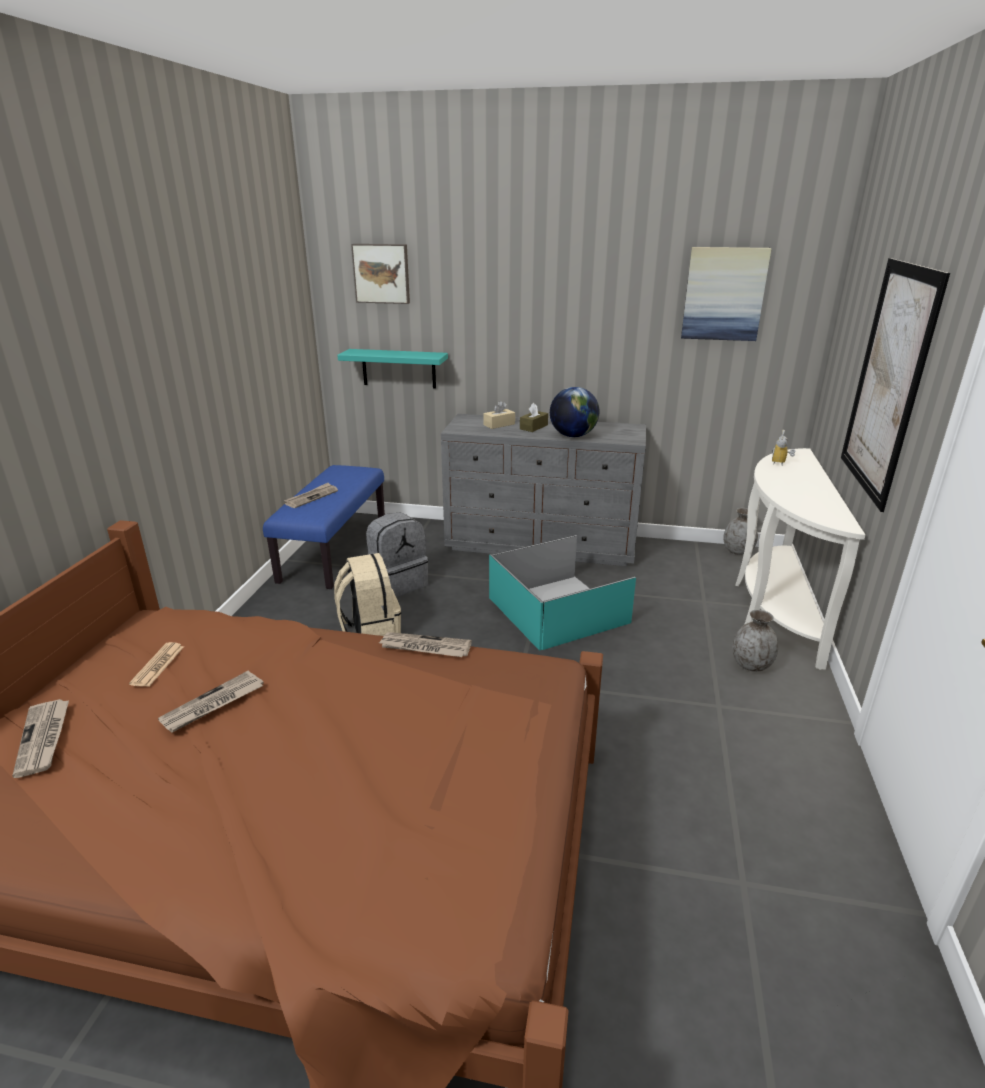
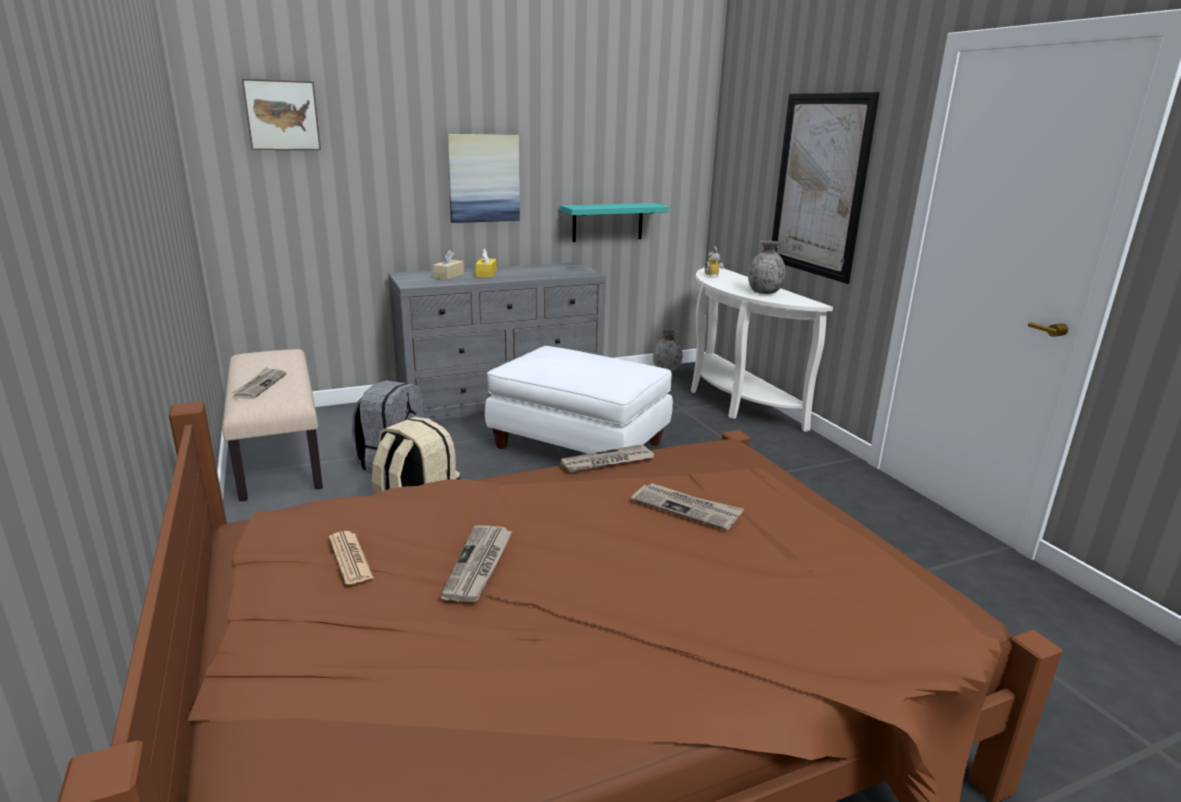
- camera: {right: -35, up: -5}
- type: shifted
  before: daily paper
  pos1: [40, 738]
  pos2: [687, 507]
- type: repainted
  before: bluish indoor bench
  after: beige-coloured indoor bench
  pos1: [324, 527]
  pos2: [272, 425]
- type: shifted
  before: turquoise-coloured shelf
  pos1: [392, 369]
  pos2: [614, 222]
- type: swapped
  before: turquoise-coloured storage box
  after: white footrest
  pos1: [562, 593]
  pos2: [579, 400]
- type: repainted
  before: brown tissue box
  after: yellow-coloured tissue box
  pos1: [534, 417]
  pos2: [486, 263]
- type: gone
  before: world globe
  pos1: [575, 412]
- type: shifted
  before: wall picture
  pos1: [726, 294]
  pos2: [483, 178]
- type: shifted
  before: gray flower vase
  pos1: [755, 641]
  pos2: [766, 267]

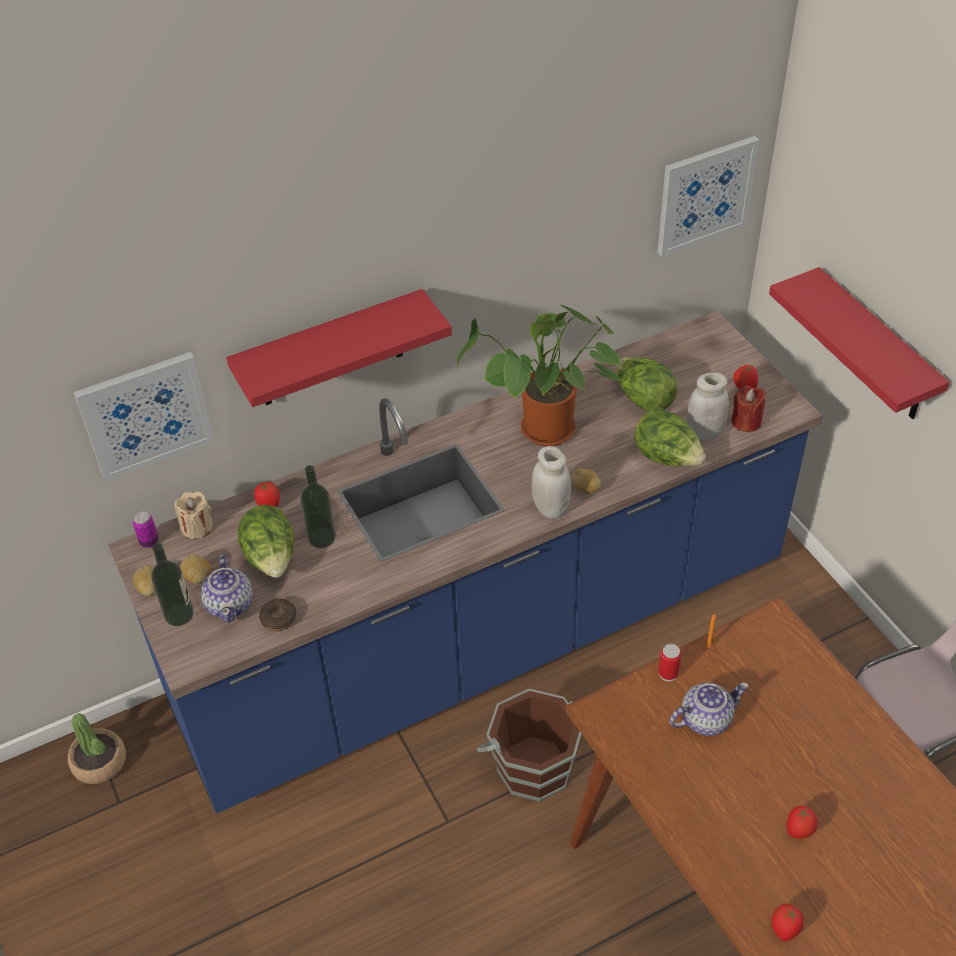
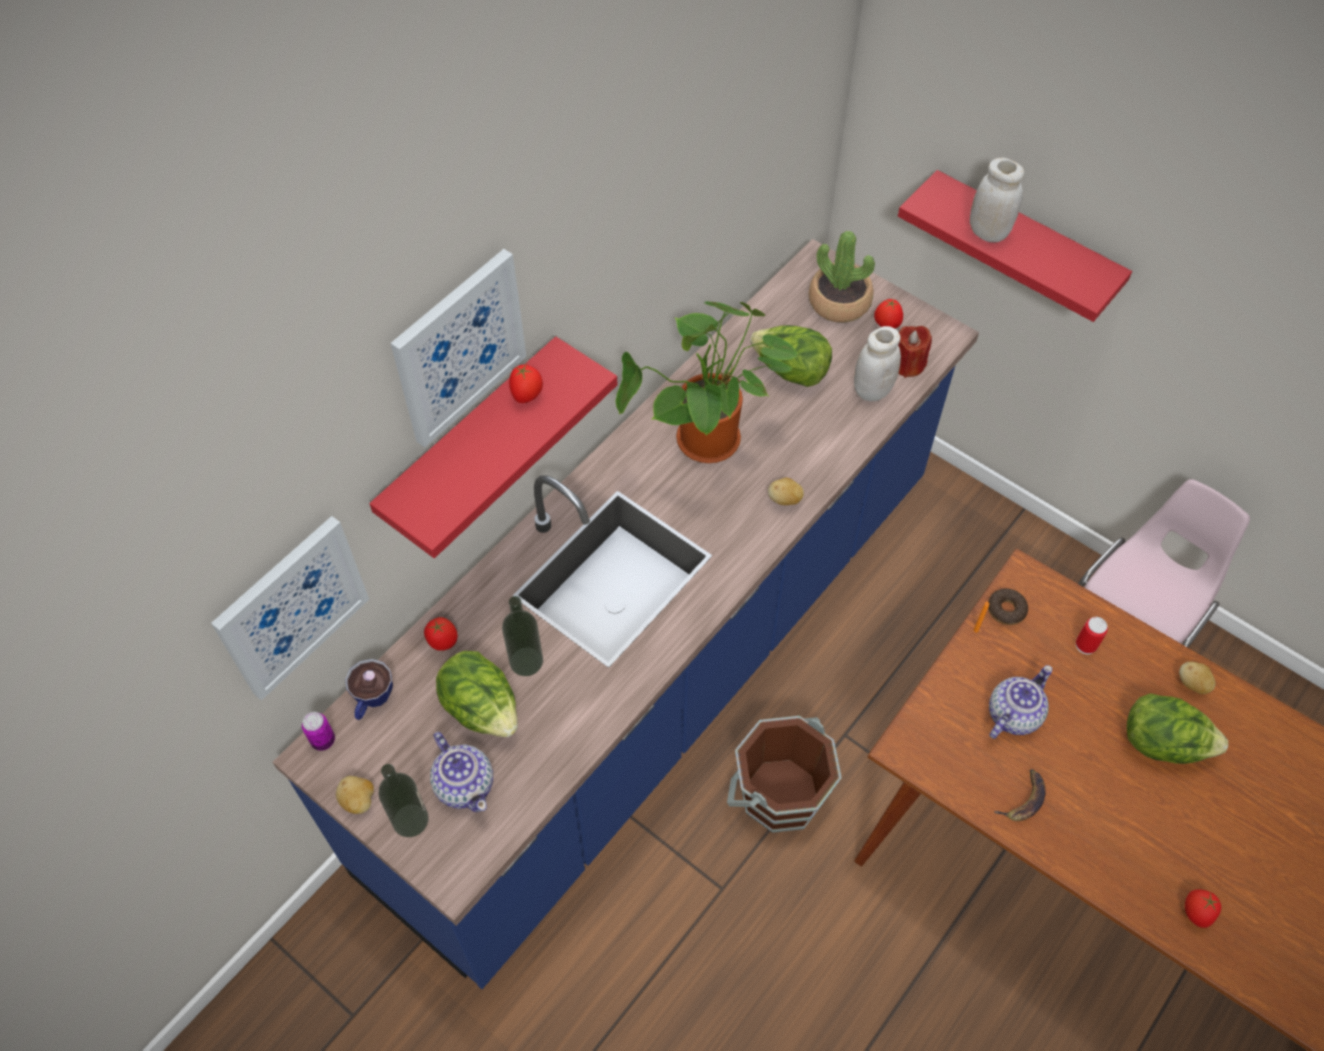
- camera: {right: -25, up: 10}
- type: shifted
  before: potted plant
  pos1: [97, 748]
  pos2: [842, 277]
- type: swapped
  before: beige-coloured candle
  after: drinking cup
  pos1: [193, 515]
  pos2: [369, 689]
- type: shifted
  before: whole potato
  pos1: [195, 569]
  pos2: [1197, 677]
- type: shifted
  before: donut
  pos1: [278, 615]
  pos2: [1008, 607]
- type: shifted
  before: white preserve jar
  pos1: [551, 482]
  pos2: [997, 200]
- type: shifted
  before: lettuce head
  pos1: [670, 437]
  pos2: [1177, 728]
- type: shifted
  before: wall picture
  pos1: [708, 196]
  pos2: [458, 348]
- type: shifted
  before: sealed can
  pos1: [669, 662]
  pos2: [1092, 635]
- type: shifted
  before: tomato
  pos1: [802, 822]
  pos2: [526, 384]
- type: new
  after: banana fruit
  pos2: [1020, 795]

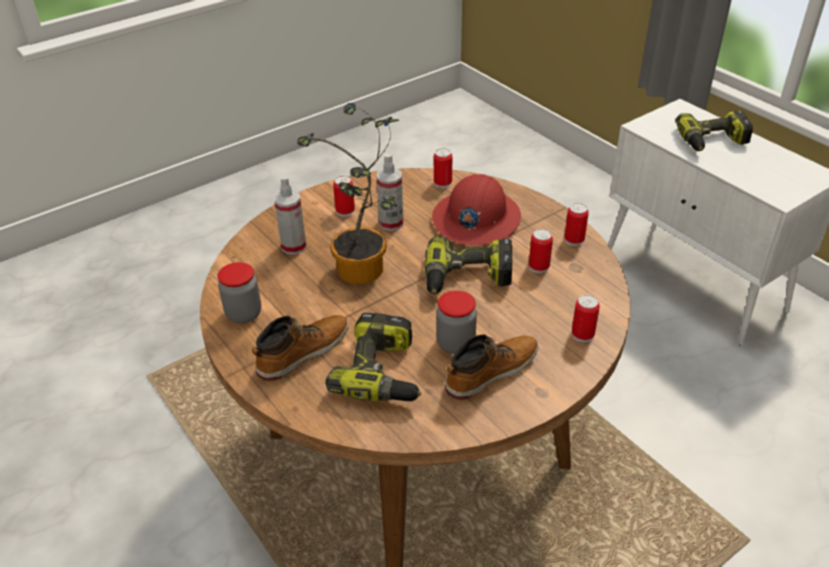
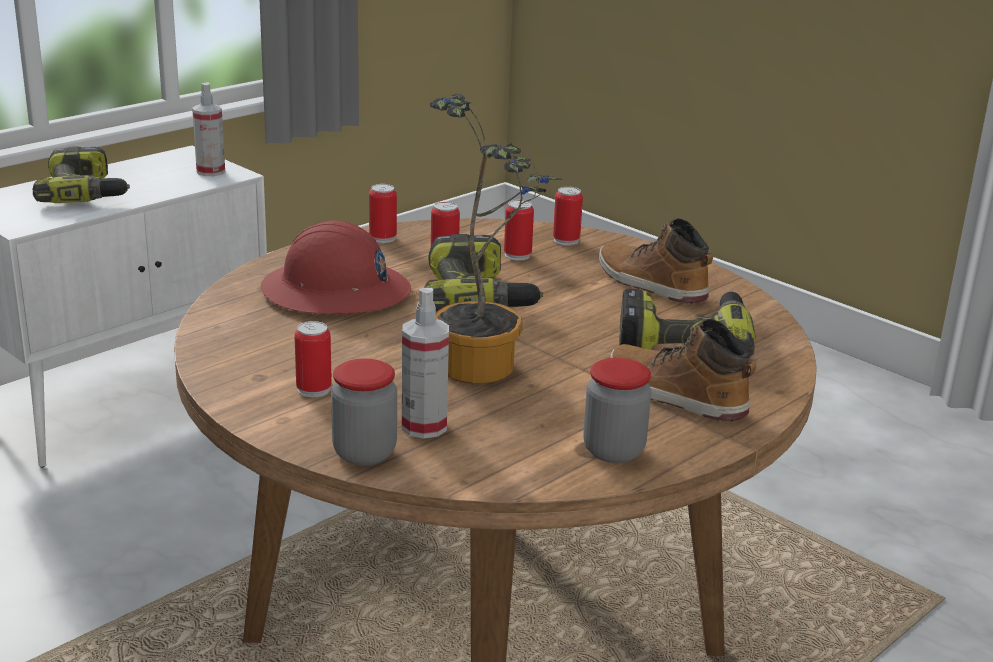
- camera: {right: -100, up: -15}
- type: shifted
  before: hand sprayer
  pos1: [390, 192]
  pos2: [208, 129]
- type: shifted
  before: sealed can
  pos1: [443, 168]
  pos2: [519, 230]
- type: shifted
  before: preserve jar
  pos1: [456, 322]
  pos2: [364, 412]

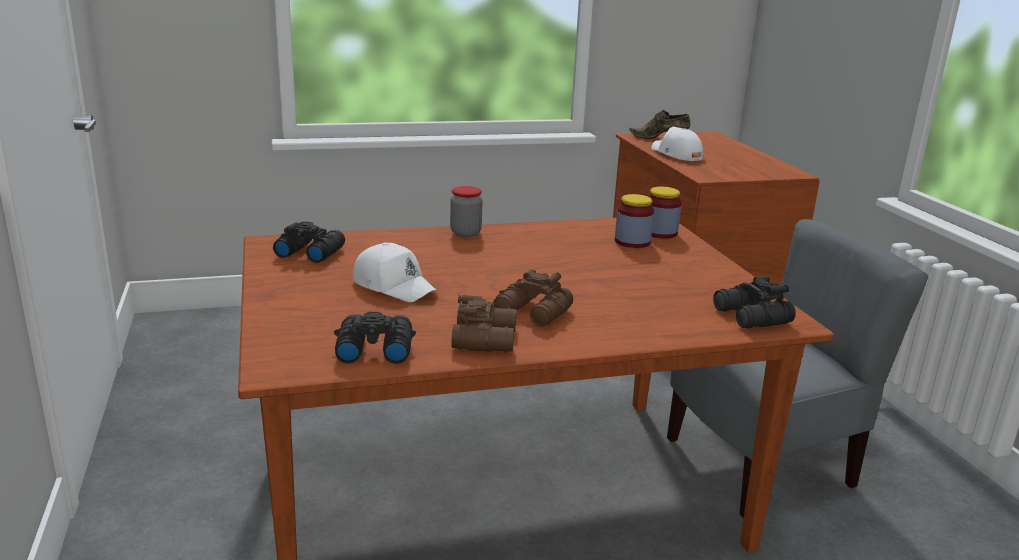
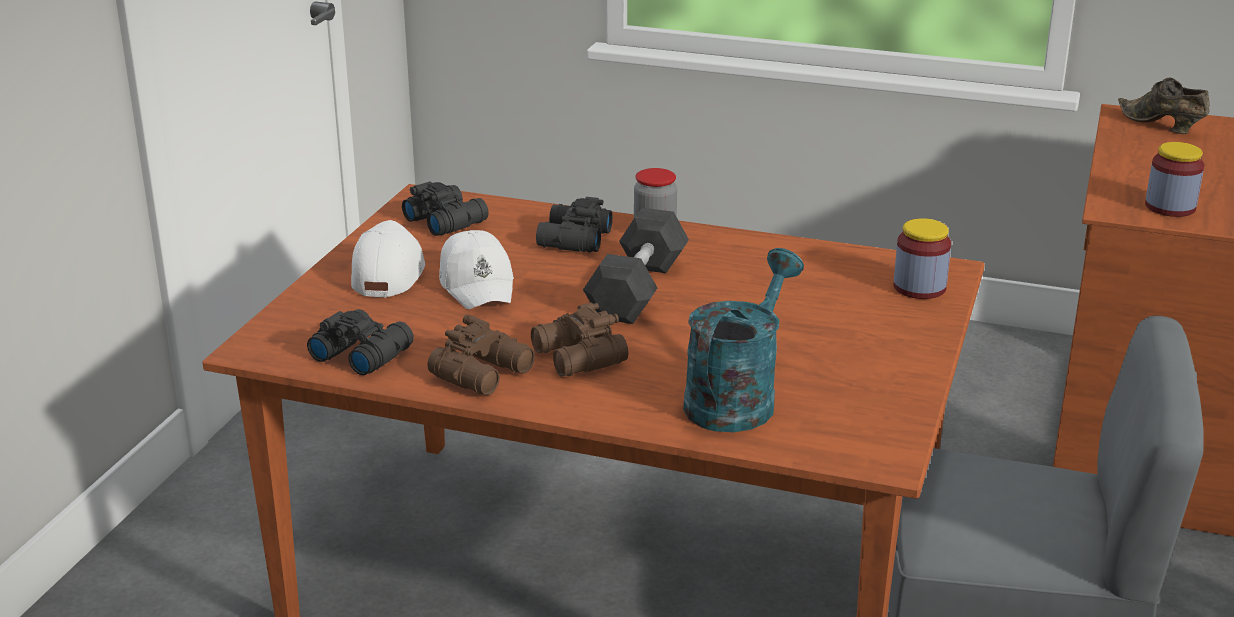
- camera: {right: 35, up: 5}
- type: shifted
  before: preserve jar
  pos1: [634, 221]
  pos2: [1174, 179]
- type: shifted
  before: white cap
  pos1: [677, 144]
  pos2: [388, 259]
- type: shifted
  before: black-coloured field glasses
  pos1: [754, 302]
  pos2: [574, 224]
- type: new
  after: gray free weight
  pos2: [636, 266]
- type: new
  after: turquoise-coloured watering pot
  pos2: [743, 340]

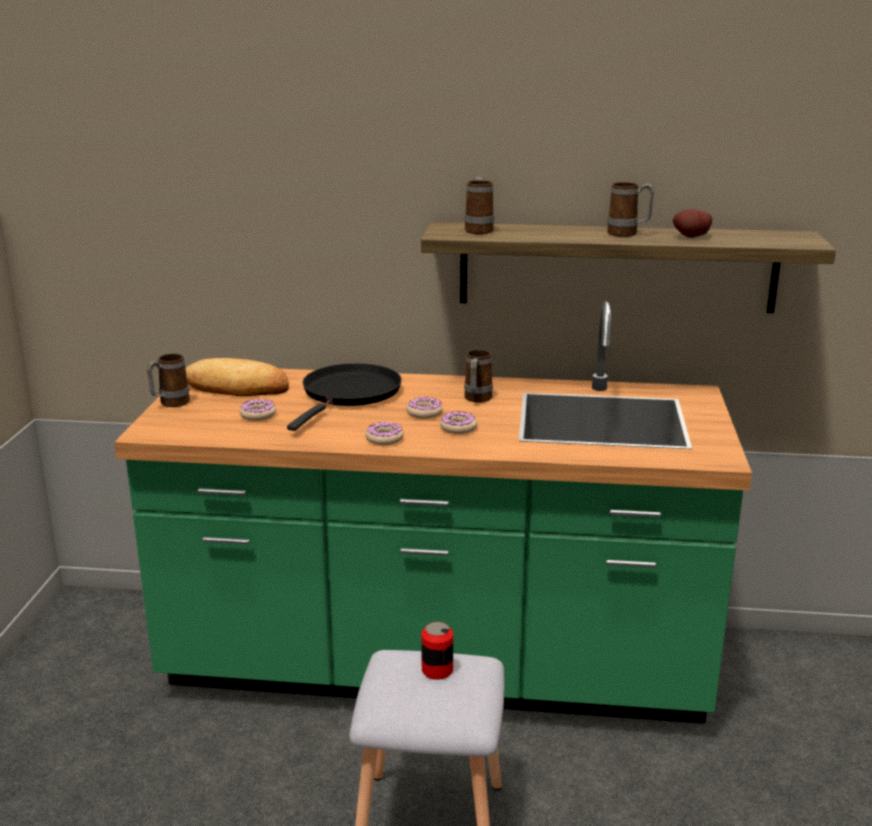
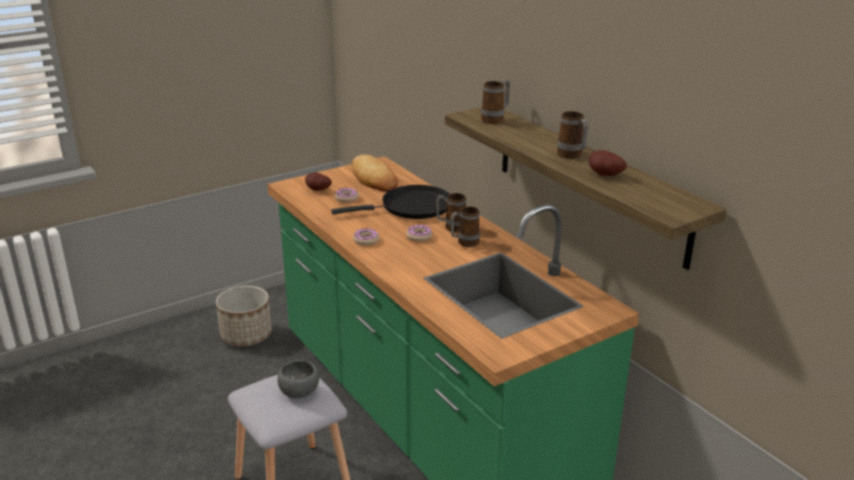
- camera: {right: 50, up: 5}
- type: shifted
  before: tea mug
  pos1: [168, 380]
  pos2: [451, 213]
- type: swapped
  before: sealed can
  after: gray bowl
  pos1: [437, 651]
  pos2: [298, 379]
- type: gone
  before: donut
  pos1: [458, 422]
- type: new
  after: planter
  pos2: [244, 316]
- type: new
  after: whole potato
  pos2: [318, 181]

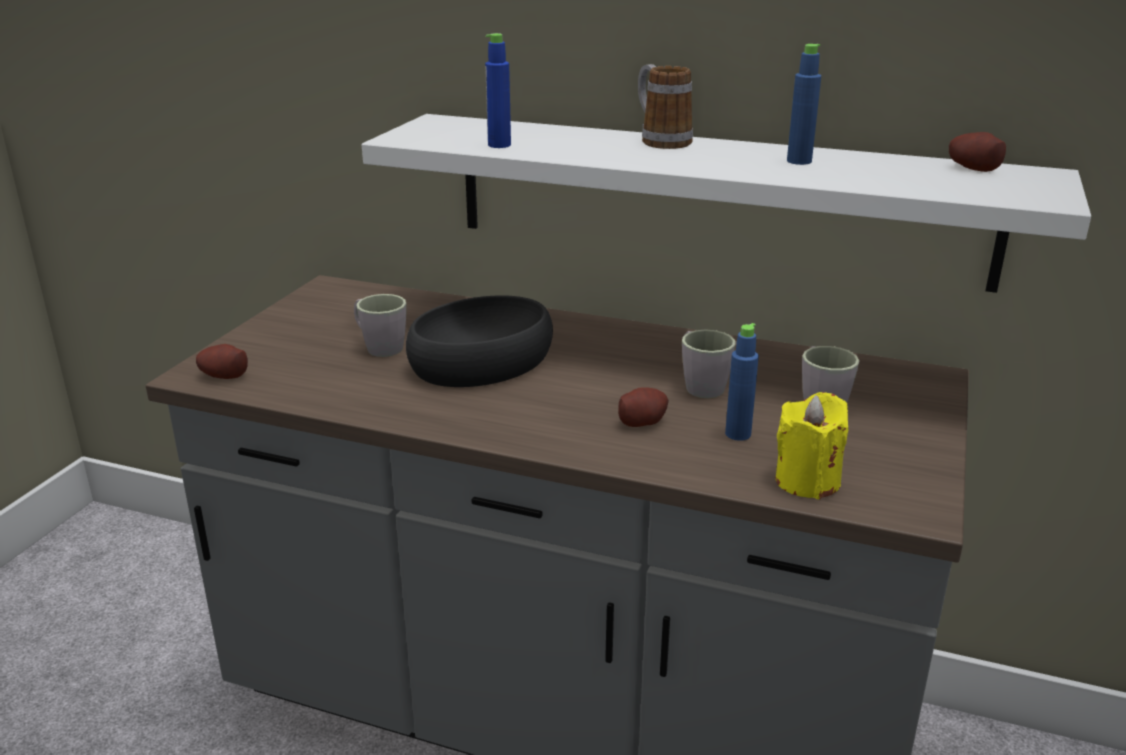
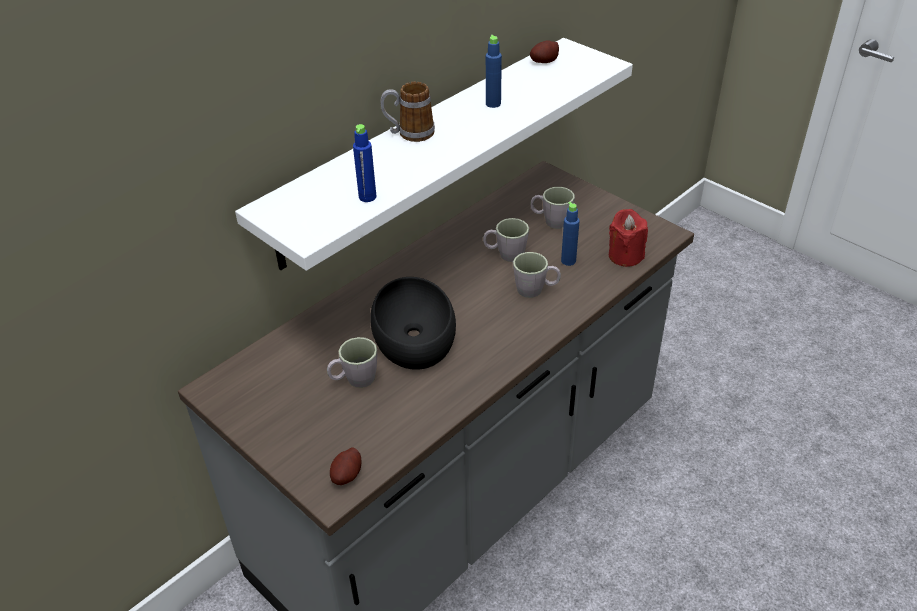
- camera: {right: -65, up: 15}
- type: swapped
  before: whole potato
  after: gray tea mug
  pos1: [643, 407]
  pos2: [537, 275]
- type: repainted
  before: yellow-coloured candle
  after: red candle
  pos1: [812, 445]
  pos2: [628, 238]

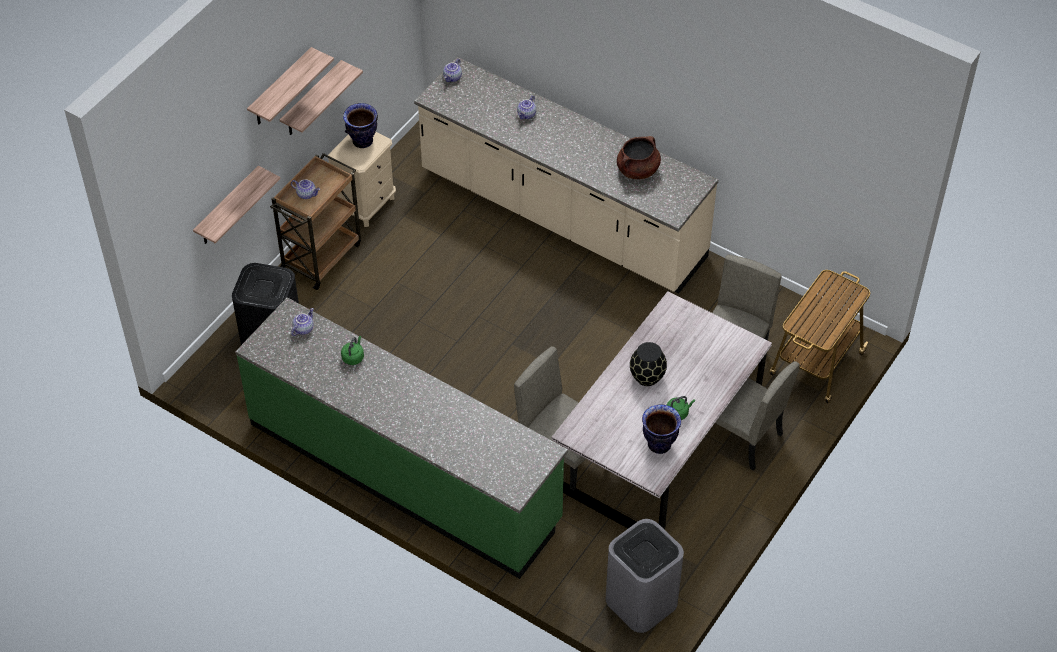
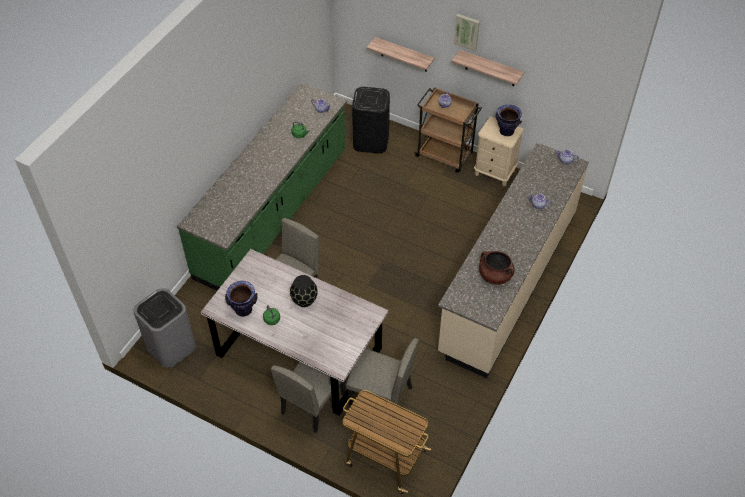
- camera: {right: 85, up: 0}
- type: swapped
  before: shelf
  after: wall picture
  pos1: [290, 85]
  pos2: [467, 32]

